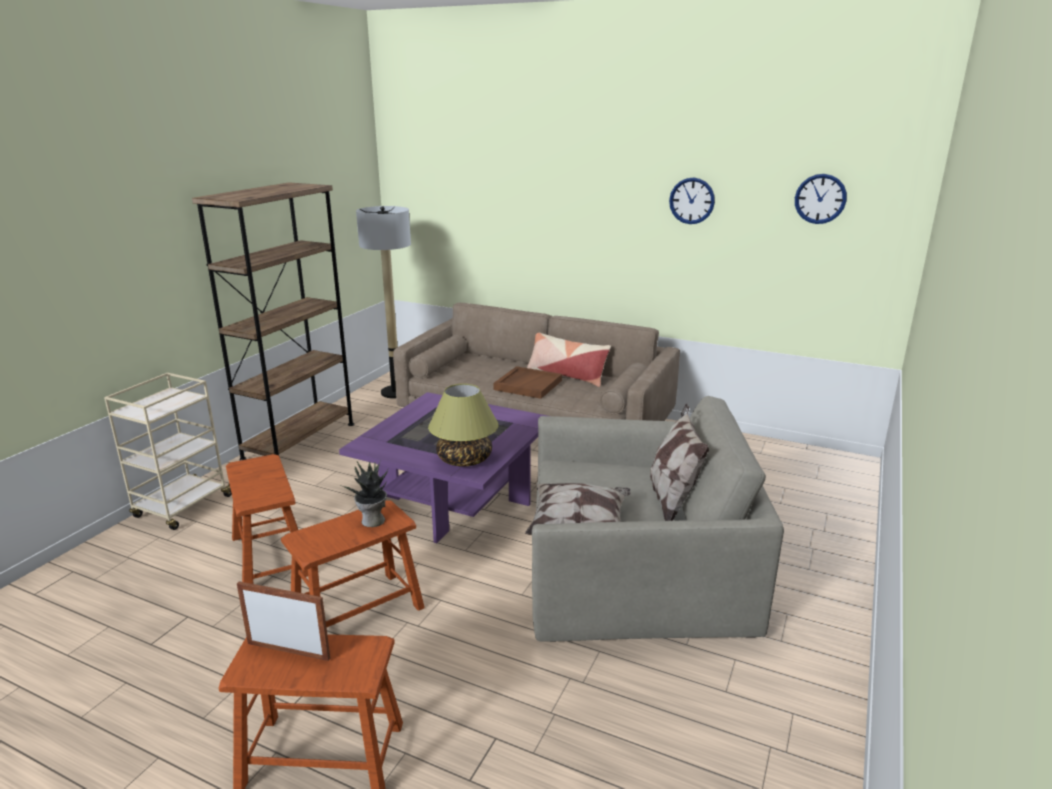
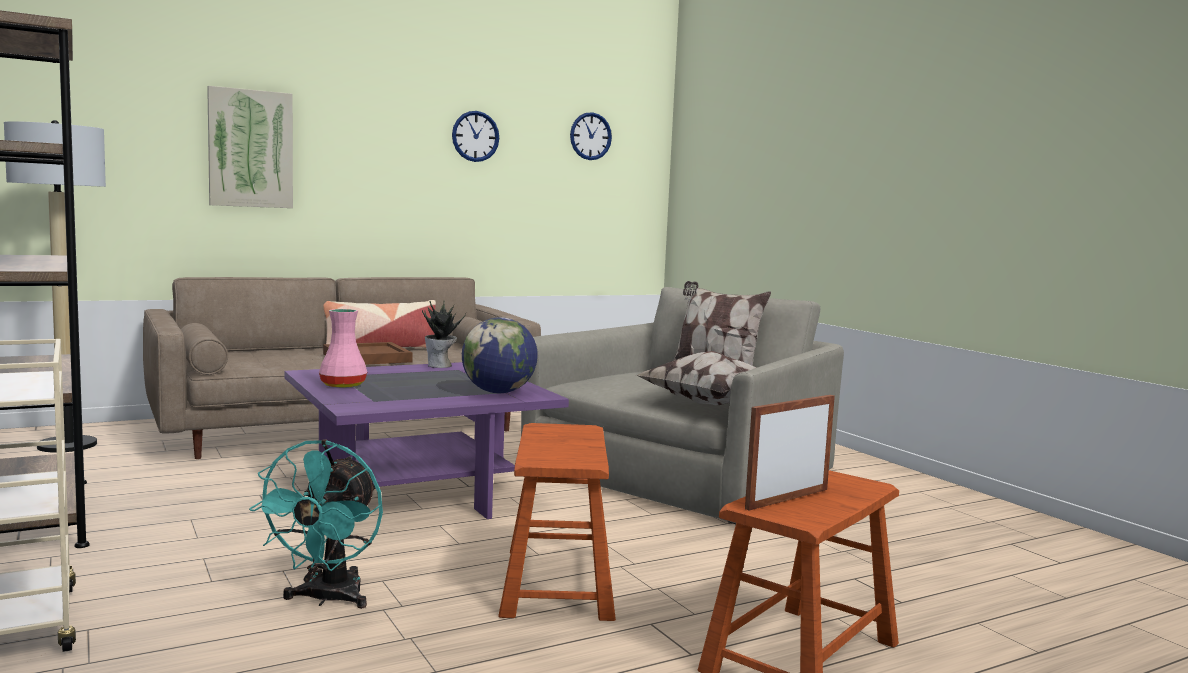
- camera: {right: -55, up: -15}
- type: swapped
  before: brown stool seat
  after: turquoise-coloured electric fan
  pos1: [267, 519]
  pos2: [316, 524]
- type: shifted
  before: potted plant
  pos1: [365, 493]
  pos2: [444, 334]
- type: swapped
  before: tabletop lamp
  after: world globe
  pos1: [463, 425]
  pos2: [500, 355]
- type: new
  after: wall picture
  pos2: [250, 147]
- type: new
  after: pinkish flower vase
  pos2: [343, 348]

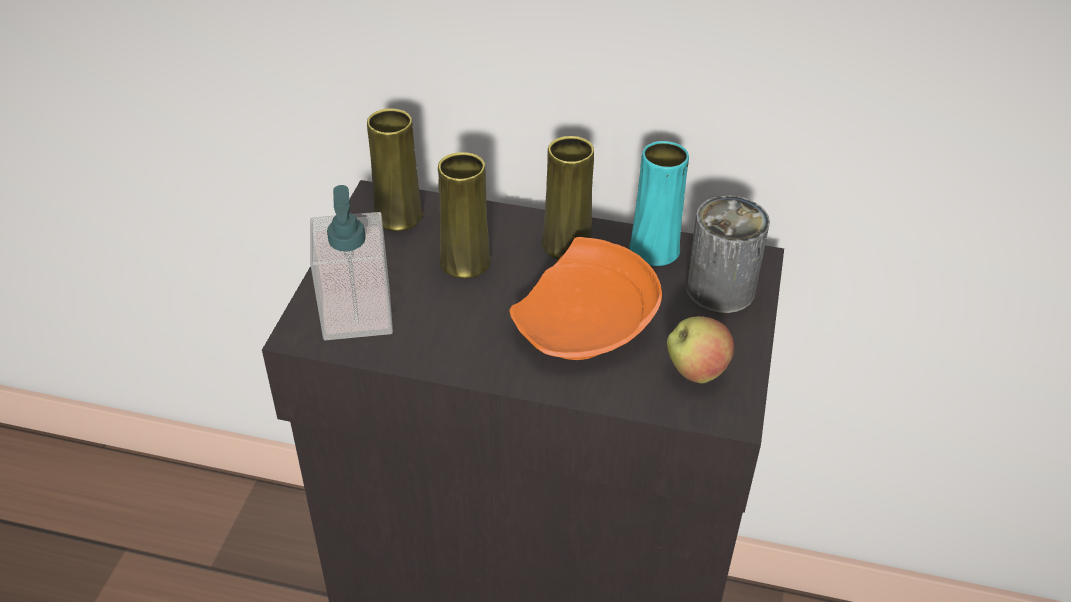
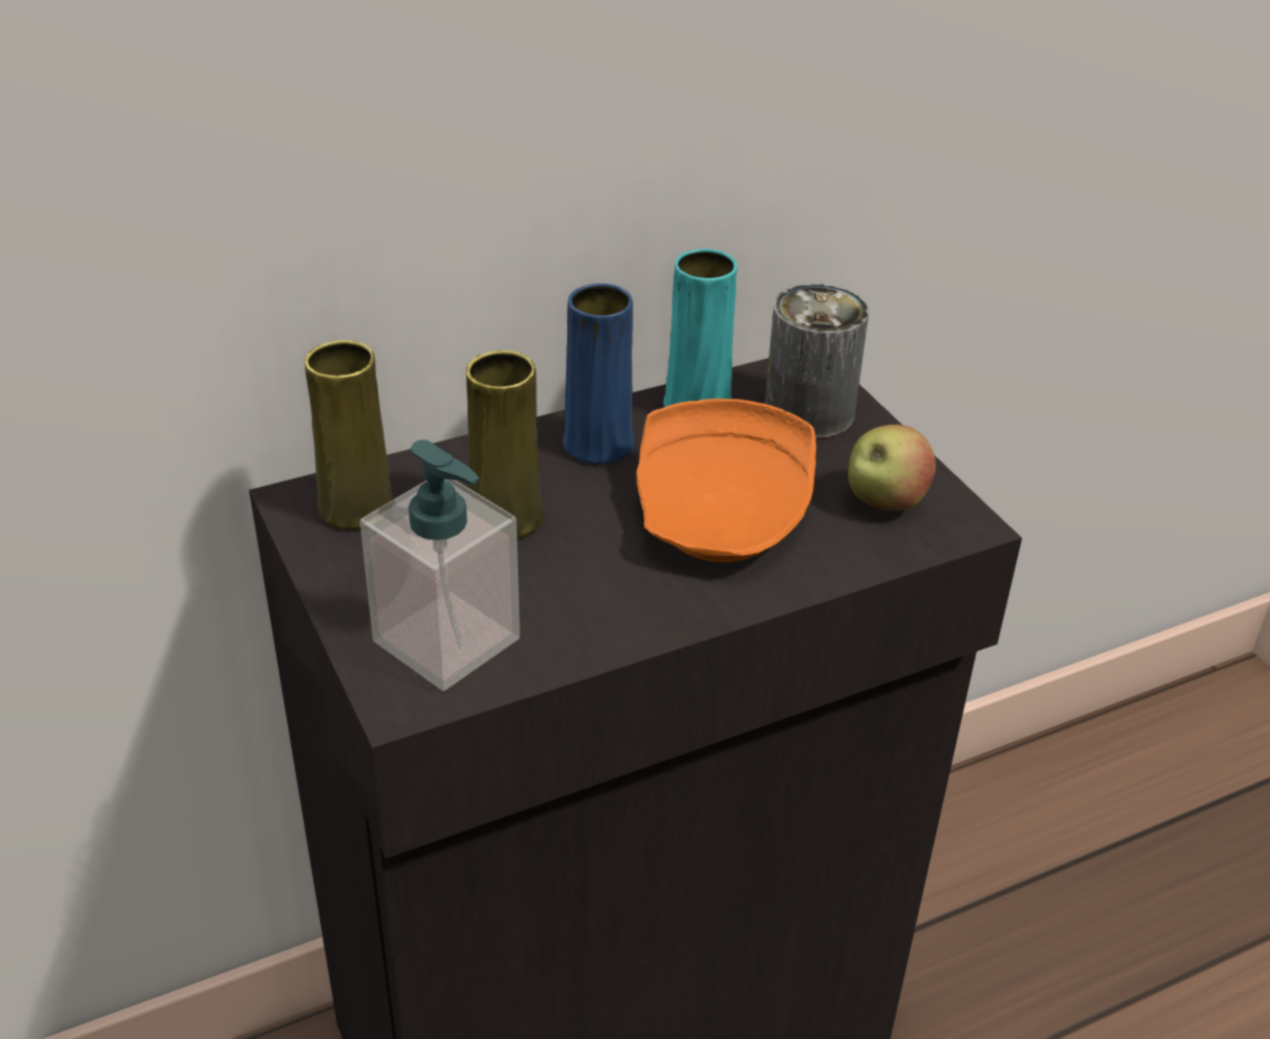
- camera: {right: -40, up: -5}
- type: repainted
  before: yellow-coloured flower vase
  after: bluish flower vase
  pos1: [568, 197]
  pos2: [598, 373]

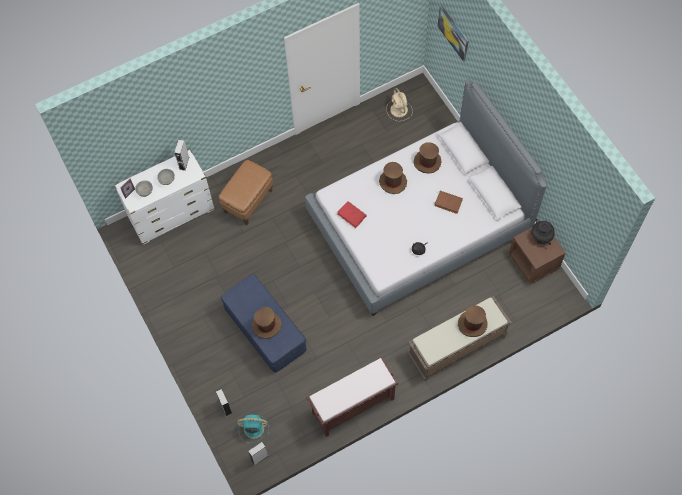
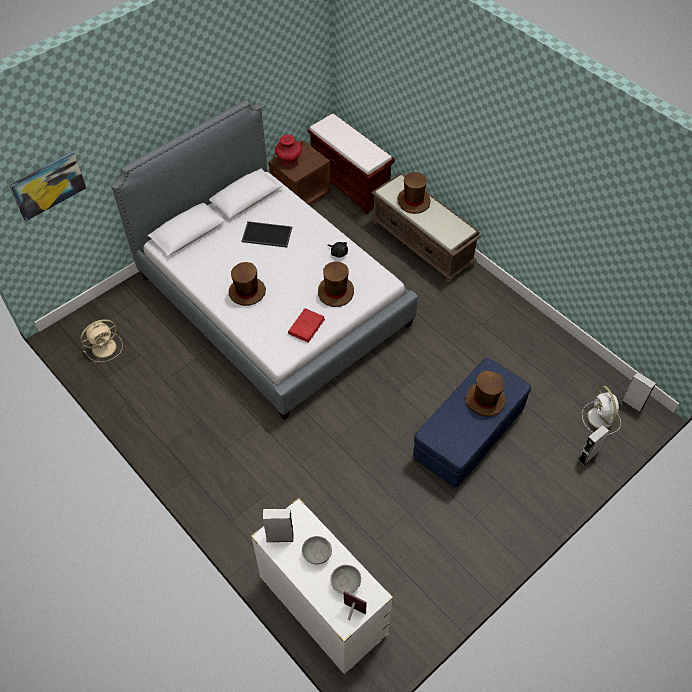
- camera: {right: -105, up: -10}
- type: gone
  before: brown footrest
  pos1: [246, 192]
- type: repainted
  before: turquoise-coloured electric fan
  after: white electric fan
  pos1: [253, 428]
  pos2: [601, 410]
- type: shifted
  before: brown indoor bench
  pos1: [352, 397]
  pos2: [351, 164]
- type: shifted
  before: brown wearable hat
  pos1: [428, 158]
  pos2: [336, 284]
- type: swapped
  before: brown volume
  after: tray
  pos1: [448, 202]
  pos2: [267, 234]
- type: repainted
  before: black-coloured flower vase
  after: red flower vase
  pos1: [543, 232]
  pos2: [288, 150]

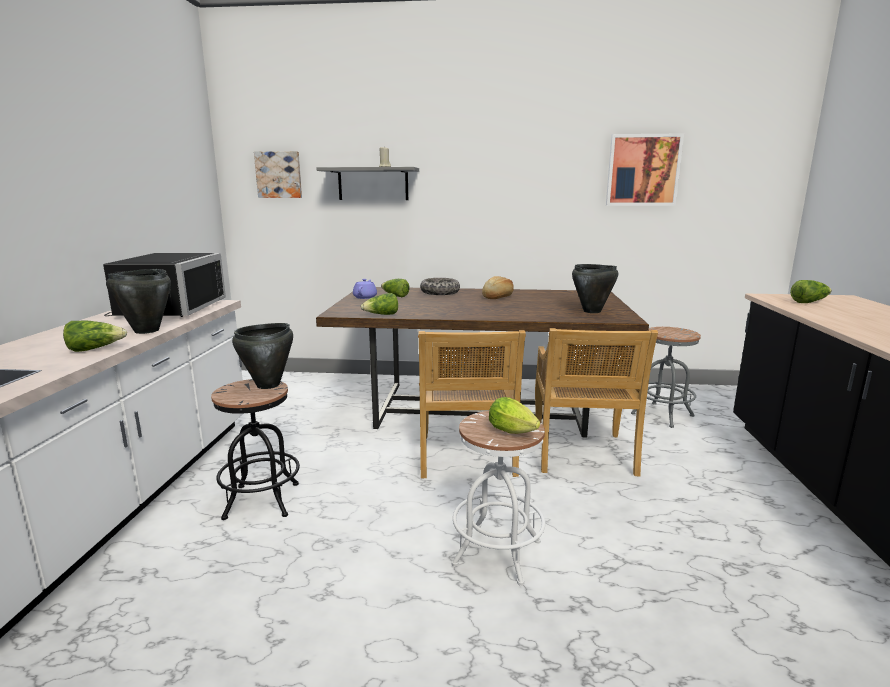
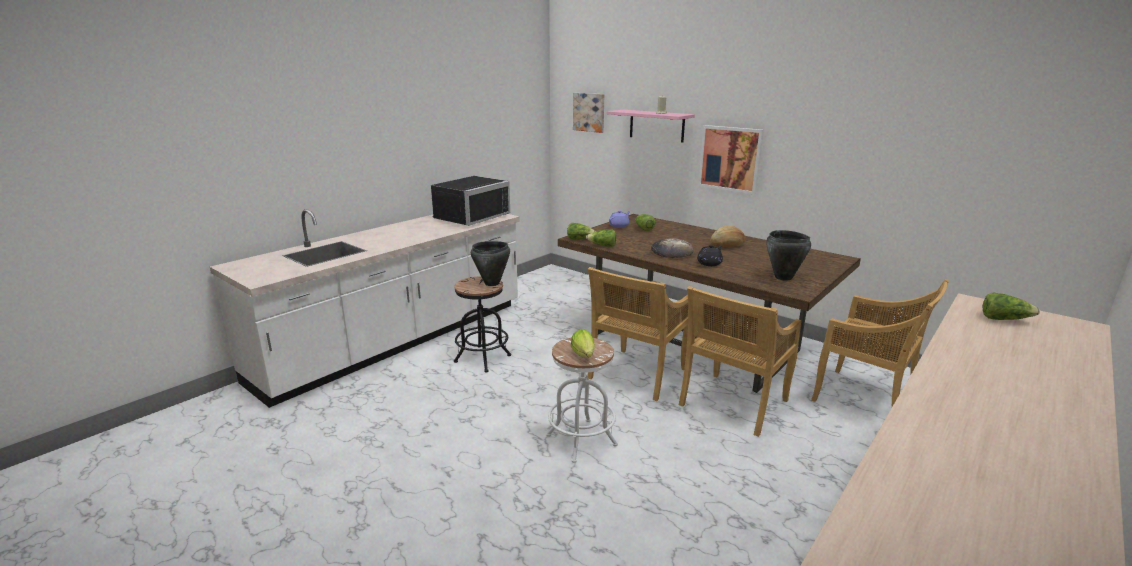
- camera: {right: 35, up: 5}
- type: shifted
  before: lettuce head
  pos1: [95, 336]
  pos2: [581, 231]
- type: gone
  before: black-coloured saucepot
  pos1: [138, 301]
- type: repainted
  before: gray shelf
  after: pinkish shelf
  pos1: [367, 183]
  pos2: [651, 126]
- type: gone
  before: bowl
  pos1: [440, 286]
- type: shifted
  before: wall picture
  pos1: [645, 169]
  pos2: [731, 159]
- type: swapped
  before: gray stool seat
  after: beige-coloured chair
  pos1: [666, 377]
  pos2: [880, 342]
- type: new
  after: baked bread
  pos2: [672, 248]
- type: new
  after: black-coloured pot for tea
  pos2: [710, 255]

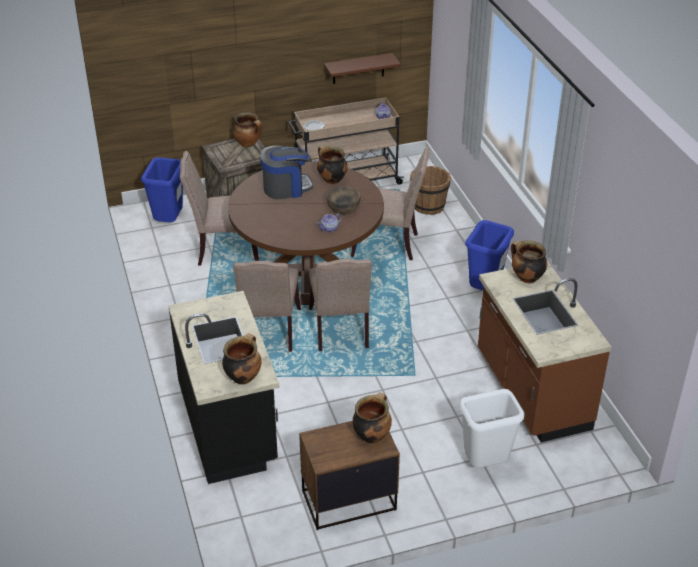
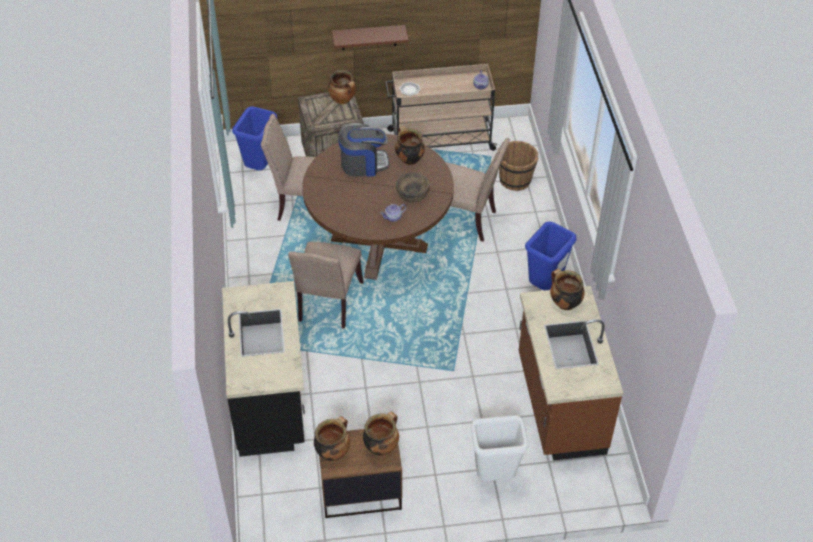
- camera: {right: 10, up: 10}
- type: shifted
  before: saucepot
  pos1: [241, 359]
  pos2: [332, 438]
- type: gone
  before: beige-coloured chair
  pos1: [340, 305]
- type: shifted
  before: brown shelf
  pos1: [362, 68]
  pos2: [370, 37]

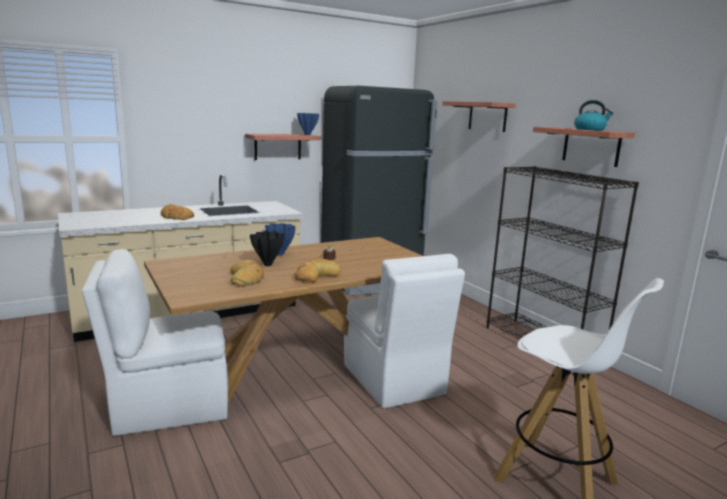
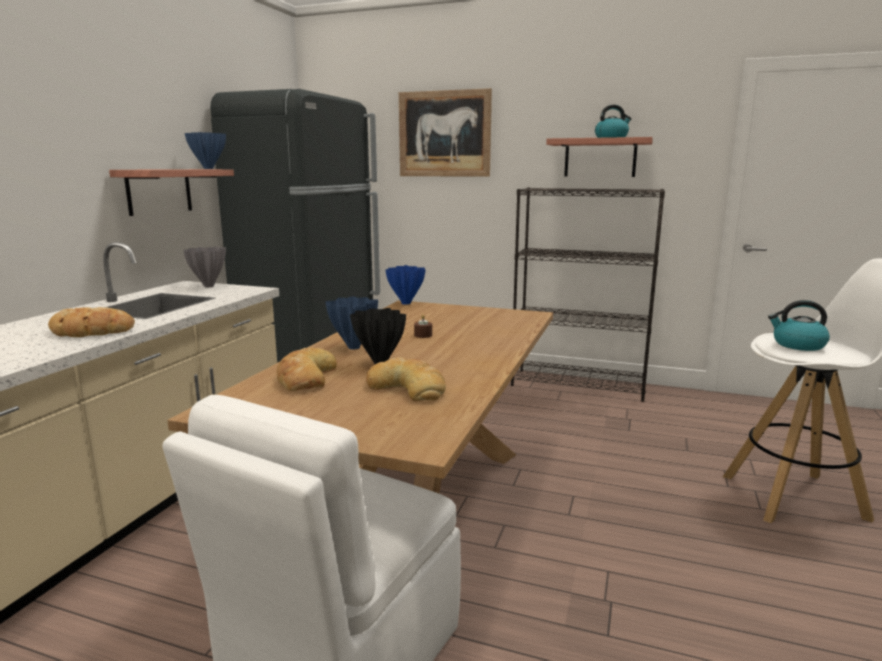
- camera: {right: -40, up: 0}
- type: shifted
  before: baked bread
  pos1: [318, 270]
  pos2: [307, 369]
- type: gone
  before: white chair
  pos1: [404, 331]
- type: swapped
  before: shelf
  after: wall picture
  pos1: [479, 116]
  pos2: [445, 132]
- type: new
  after: gray flower vase
  pos2: [204, 267]
- type: new
  after: bluish flower vase
  pos2: [406, 285]
- type: new
  after: tea kettle
  pos2: [799, 325]

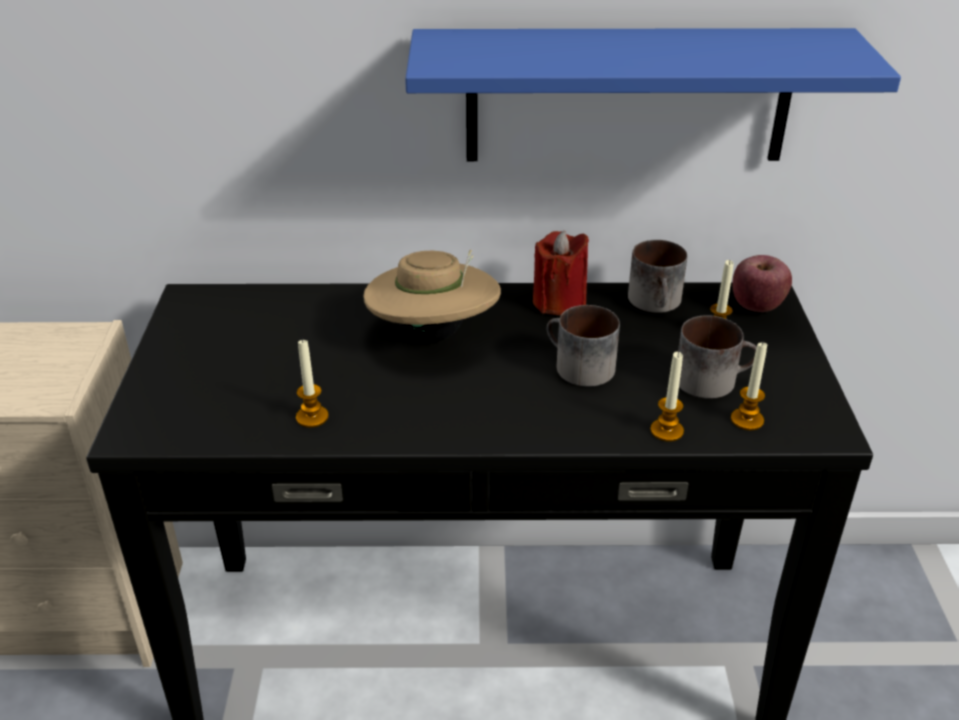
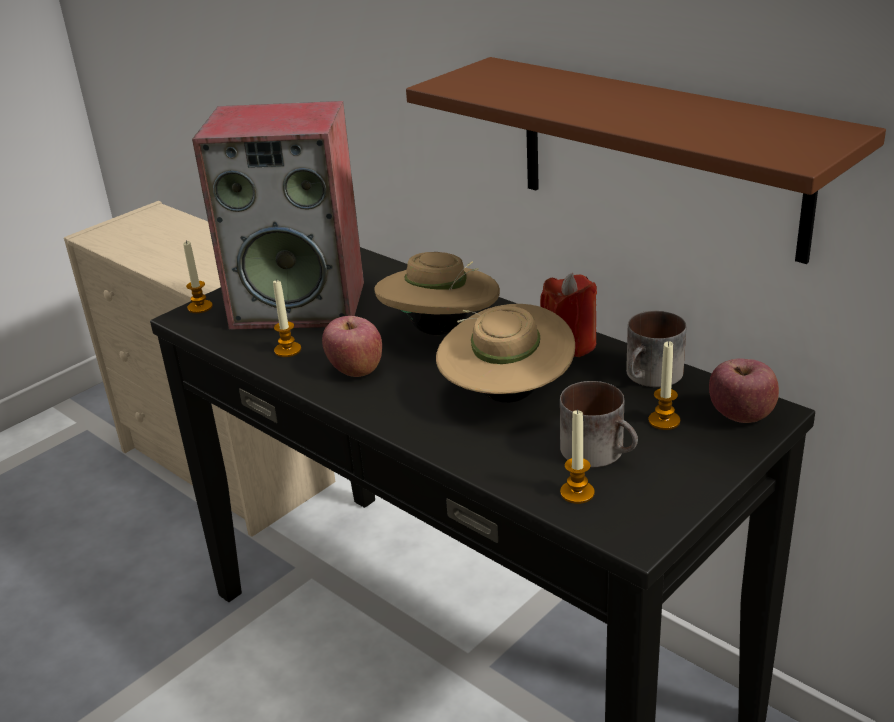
- camera: {right: 45, up: -5}
- type: repainted
  before: bluish shelf
  after: brown shelf
  pos1: [653, 94]
  pos2: [646, 160]
- type: swapped
  before: tea mug
  after: beige-coloured wearable hat
  pos1: [583, 346]
  pos2: [505, 353]
- type: shifted
  before: candle
  pos1: [667, 397]
  pos2: [198, 276]
- type: new
  after: speaker
  pos2: [278, 215]
- type: new
  after: apple
  pos2: [352, 346]

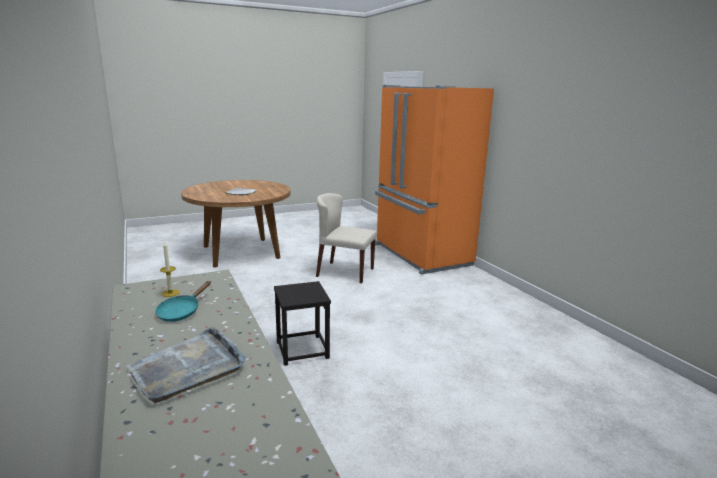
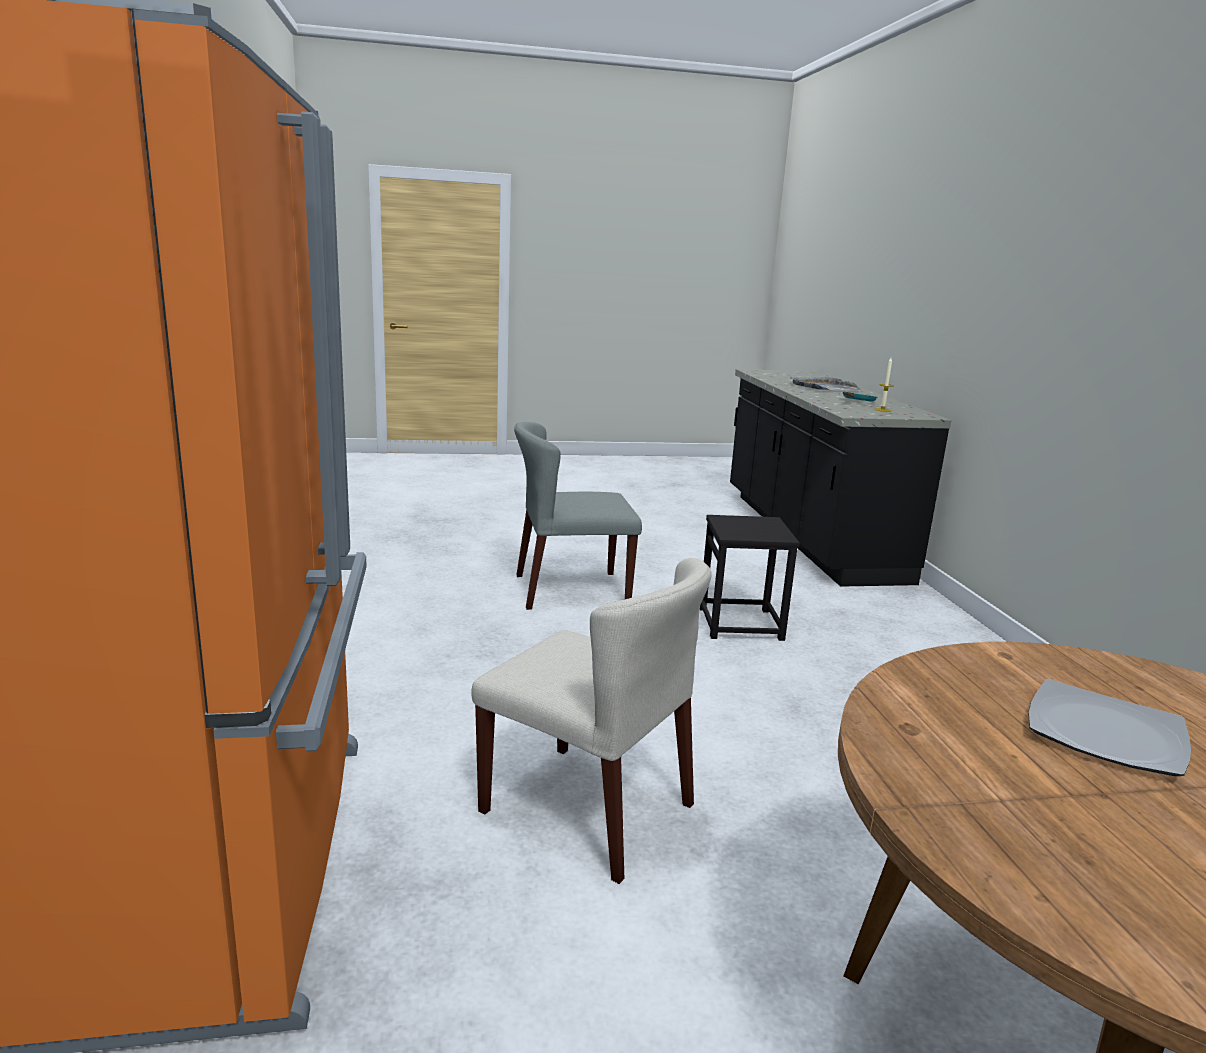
- camera: {right: -165, up: 0}
- type: new
  after: gray chair
  pos2: [578, 516]

